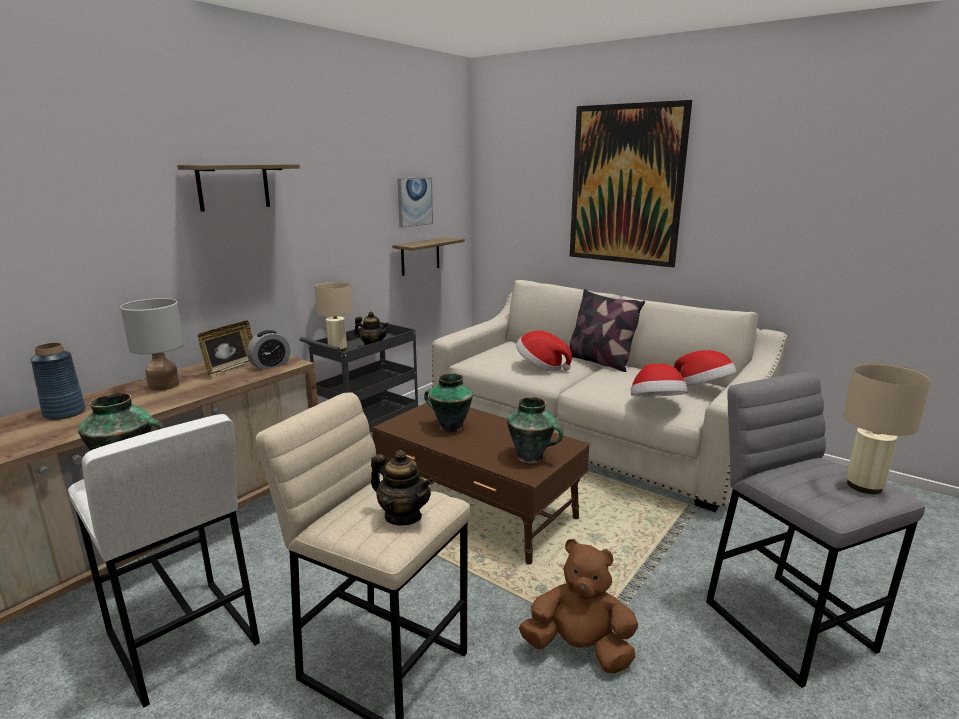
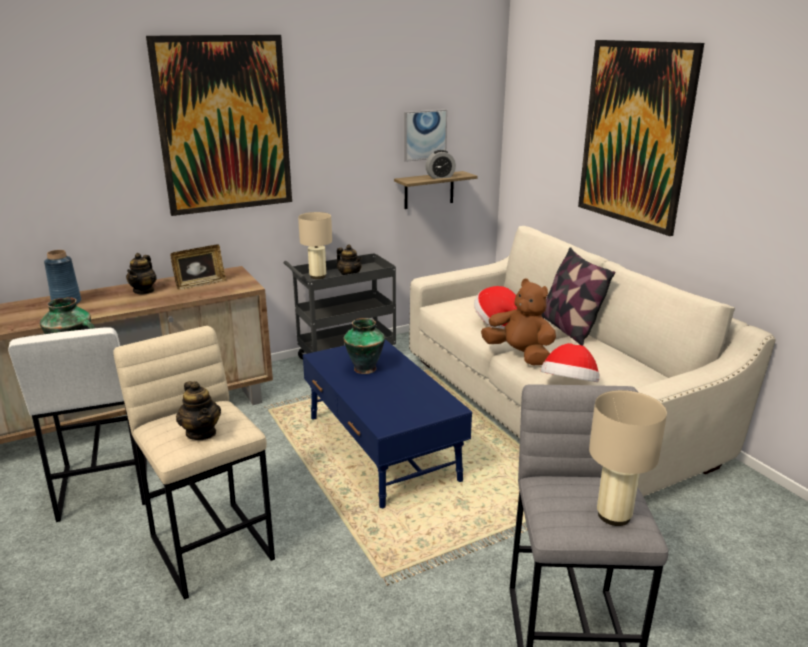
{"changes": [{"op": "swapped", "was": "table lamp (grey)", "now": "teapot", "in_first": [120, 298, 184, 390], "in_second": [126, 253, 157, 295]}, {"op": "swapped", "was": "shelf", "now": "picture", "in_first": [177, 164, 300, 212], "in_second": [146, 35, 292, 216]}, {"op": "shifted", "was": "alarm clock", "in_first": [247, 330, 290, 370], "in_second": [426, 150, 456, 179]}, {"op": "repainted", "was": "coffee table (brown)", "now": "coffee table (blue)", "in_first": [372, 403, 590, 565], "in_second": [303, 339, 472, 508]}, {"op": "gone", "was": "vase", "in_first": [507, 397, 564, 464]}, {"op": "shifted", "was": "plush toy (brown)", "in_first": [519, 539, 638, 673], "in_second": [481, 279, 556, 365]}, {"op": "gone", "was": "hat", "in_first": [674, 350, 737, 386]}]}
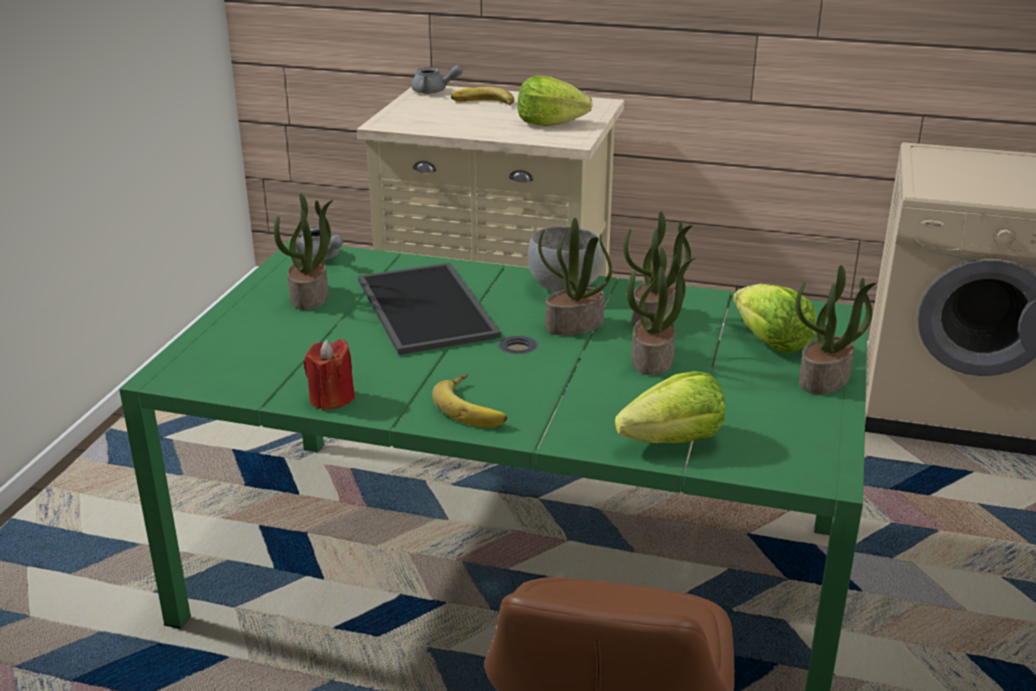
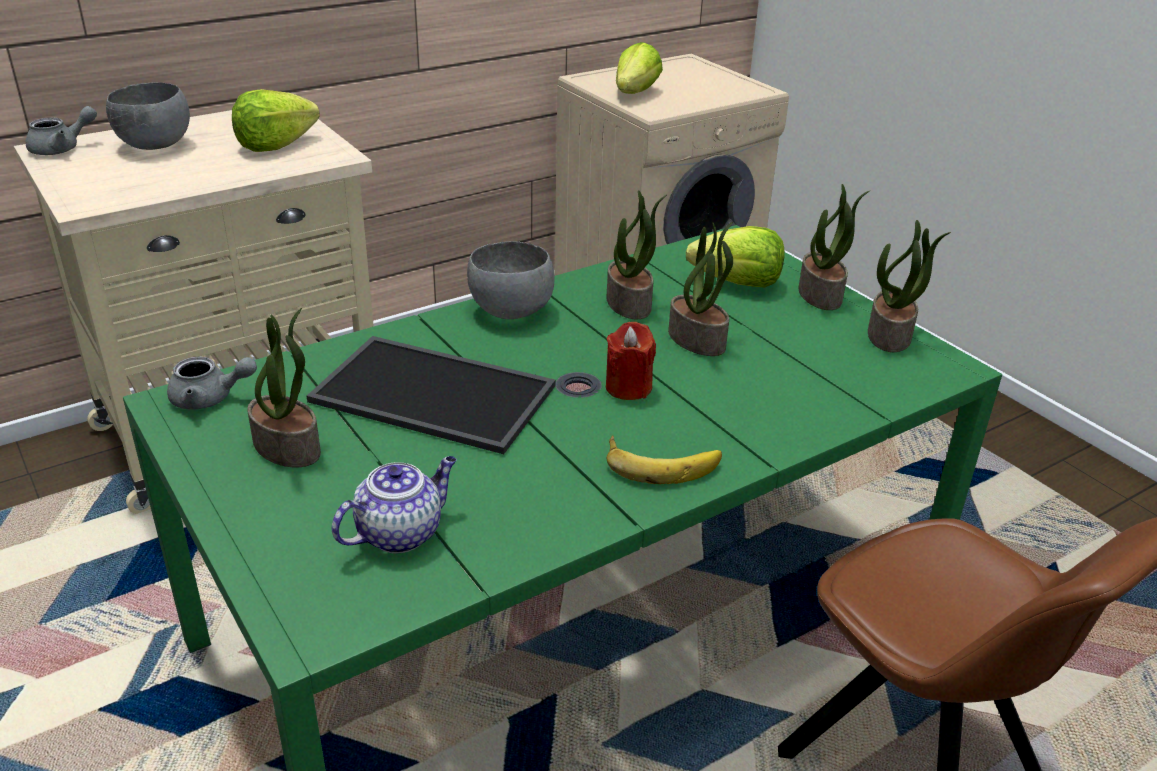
{"changes": [{"op": "shifted", "was": "candle (red)", "in_first": [304, 339, 355, 410], "in_second": [606, 322, 656, 400]}, {"op": "swapped", "was": "banana", "now": "bowl (grey)", "in_first": [451, 87, 514, 105], "in_second": [106, 82, 190, 150]}, {"op": "shifted", "was": "potted plant", "in_first": [538, 218, 612, 335], "in_second": [868, 220, 951, 352]}, {"op": "shifted", "was": "lettuce", "in_first": [615, 371, 725, 443], "in_second": [616, 42, 663, 94]}, {"op": "new", "now": "teapot", "in_second": [332, 456, 457, 554]}]}
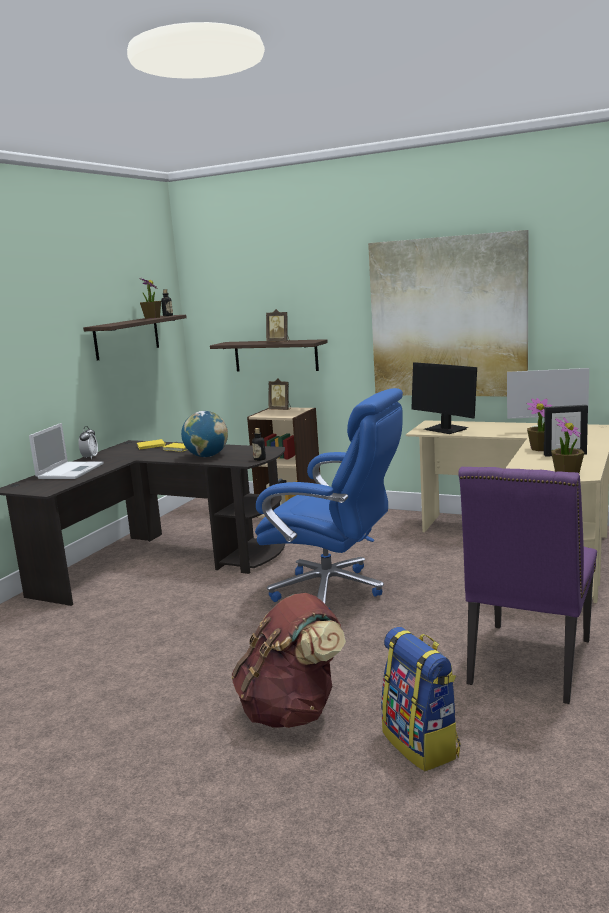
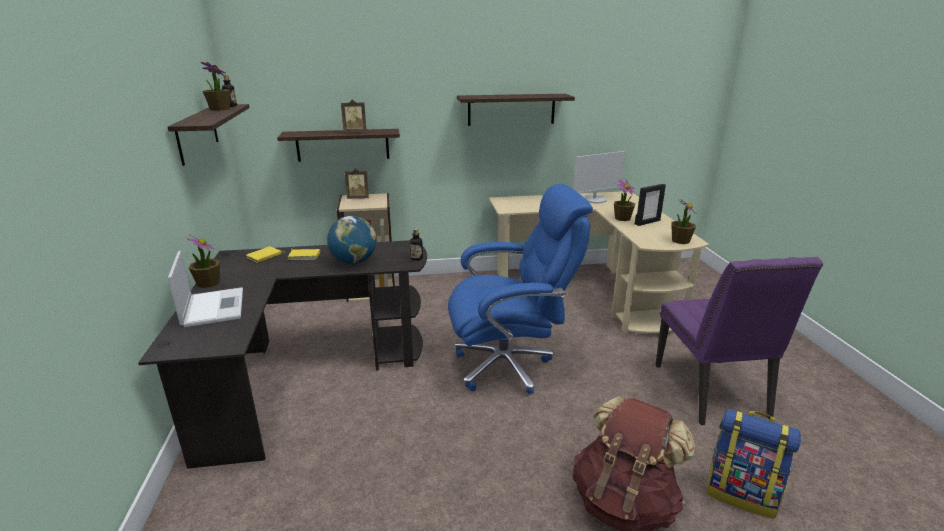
{"changes": [{"op": "swapped", "was": "alarm clock", "now": "potted plant", "in_first": [78, 426, 98, 459], "in_second": [185, 235, 220, 288]}, {"op": "swapped", "was": "picture", "now": "shelf", "in_first": [368, 230, 529, 397], "in_second": [457, 94, 575, 126]}, {"op": "gone", "was": "monitor", "in_first": [411, 362, 477, 434]}]}
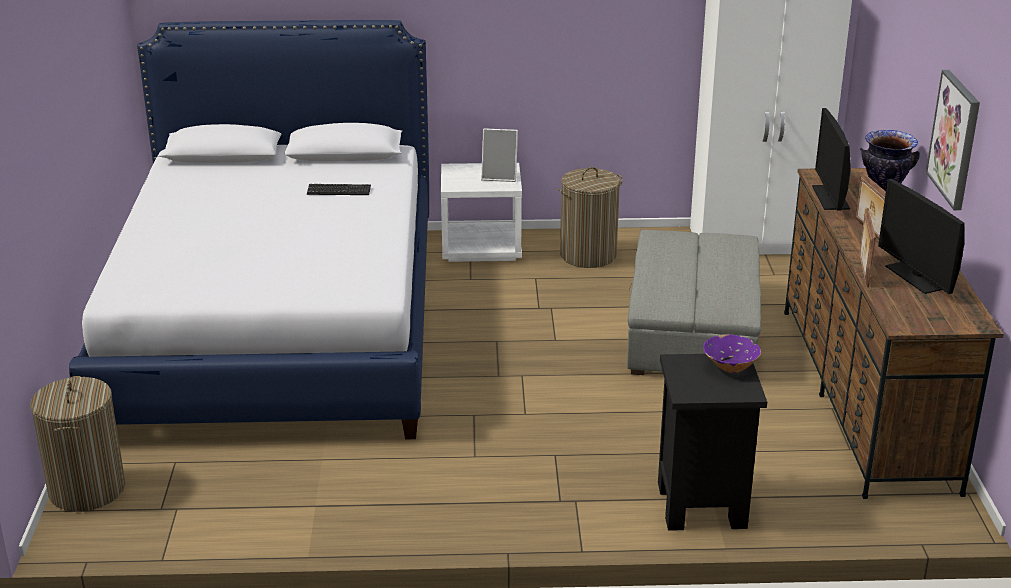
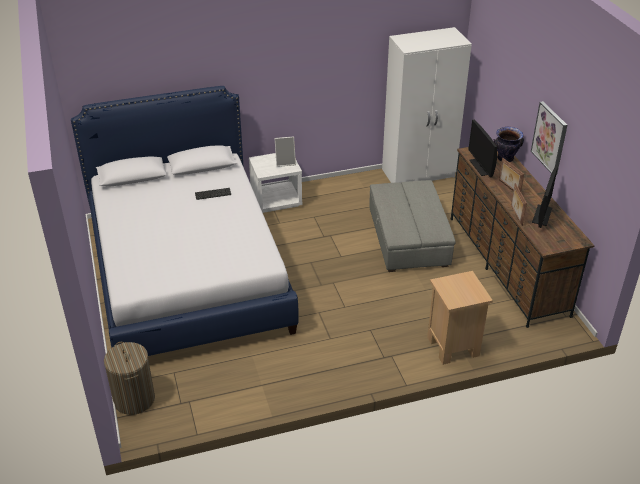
{"changes": [{"op": "gone", "was": "laundry basket", "in_first": [557, 167, 623, 268]}, {"op": "repainted", "was": "nightstand (black)", "now": "nightstand (beige)", "in_first": [658, 354, 767, 531], "in_second": [427, 271, 493, 365]}, {"op": "gone", "was": "bowl (purple)", "in_first": [703, 334, 761, 373]}, {"op": "rotated", "was": "monitor", "in_first": [878, 179, 964, 294], "in_second": [532, 165, 558, 228], "clockwise": -120}]}
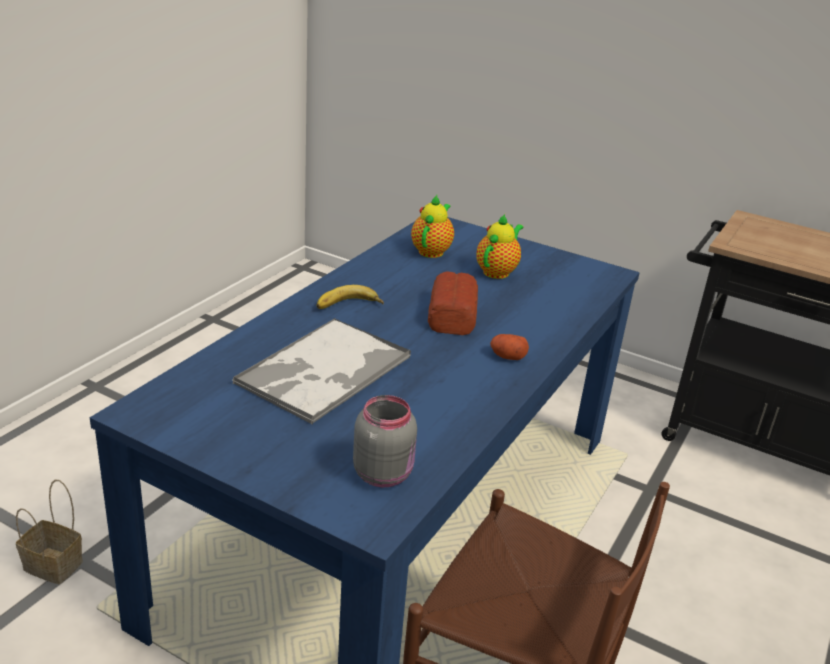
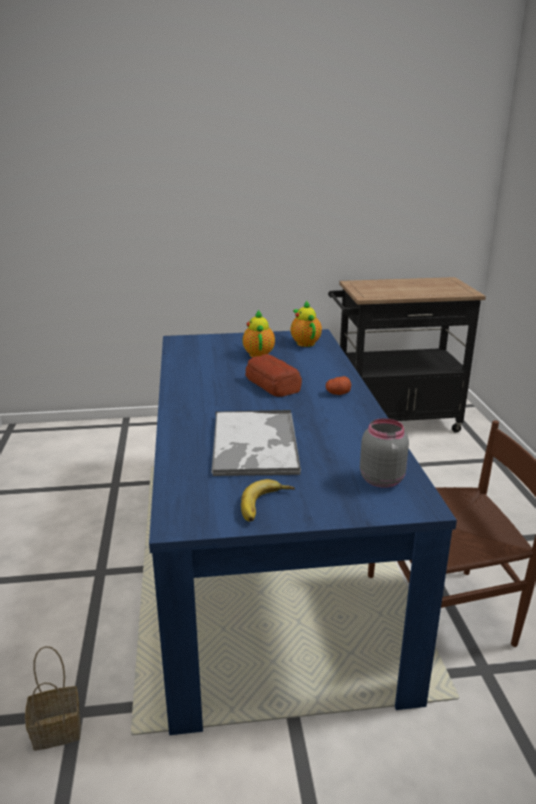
{"changes": [{"op": "shifted", "was": "banana", "in_first": [317, 285, 384, 309], "in_second": [241, 479, 295, 522]}, {"op": "shifted", "was": "teapot", "in_first": [411, 195, 454, 258], "in_second": [290, 300, 322, 347]}]}
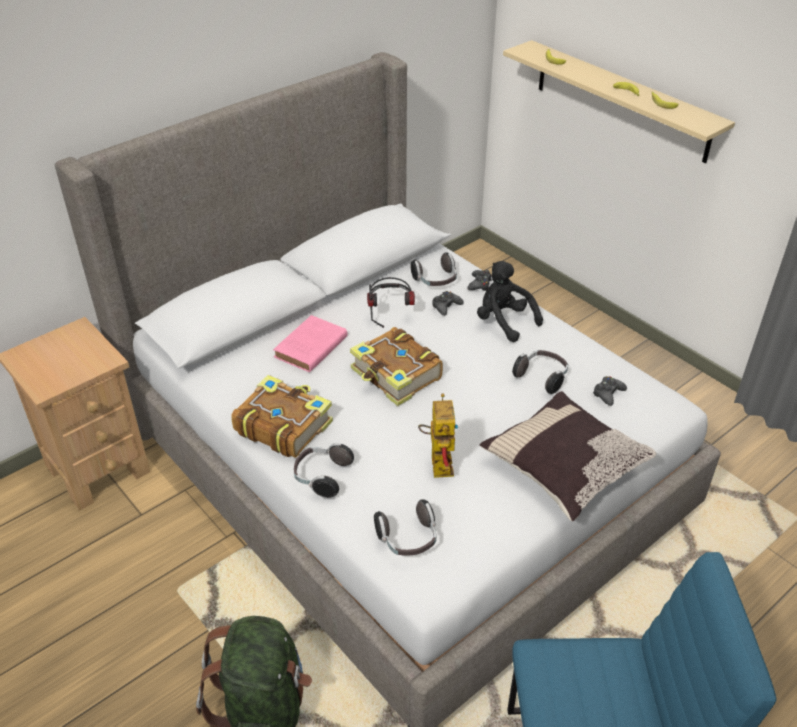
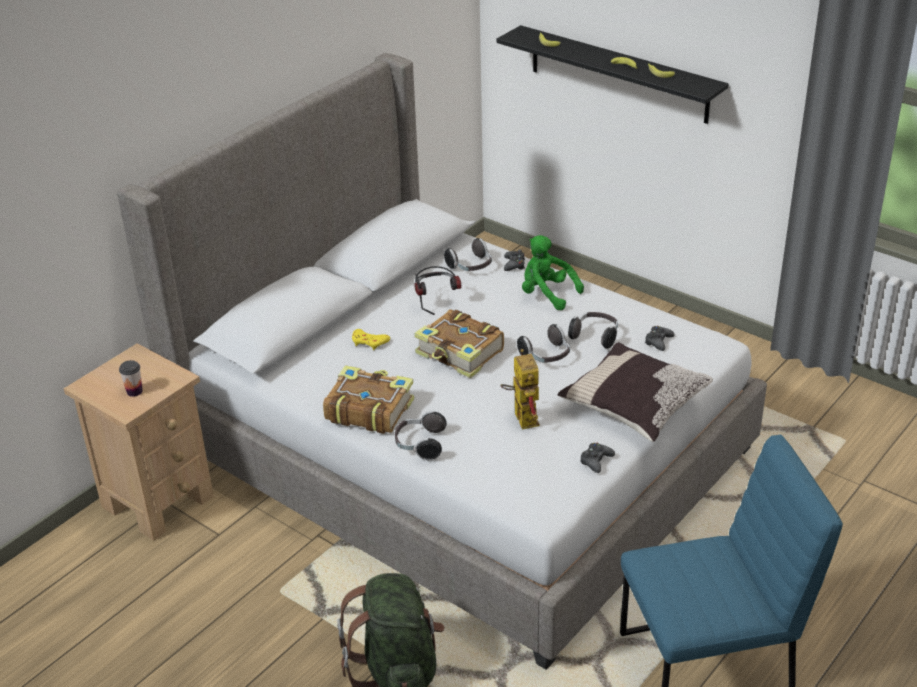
{"changes": [{"op": "swapped", "was": "book (pink)", "now": "game controller (yellow)", "in_first": [273, 315, 347, 372], "in_second": [352, 329, 390, 350]}, {"op": "shifted", "was": "headphones", "in_first": [374, 499, 436, 556], "in_second": [517, 324, 570, 362]}, {"op": "shifted", "was": "game controller (black)", "in_first": [432, 291, 464, 316], "in_second": [580, 443, 615, 473]}, {"op": "repainted", "was": "plush toy (black)", "now": "plush toy (green)", "in_first": [477, 261, 543, 342], "in_second": [522, 235, 584, 310]}, {"op": "repainted", "was": "shelf (beige)", "now": "shelf (black)", "in_first": [503, 40, 735, 163], "in_second": [496, 25, 728, 124]}, {"op": "new", "now": "cup", "in_second": [119, 360, 143, 397]}]}
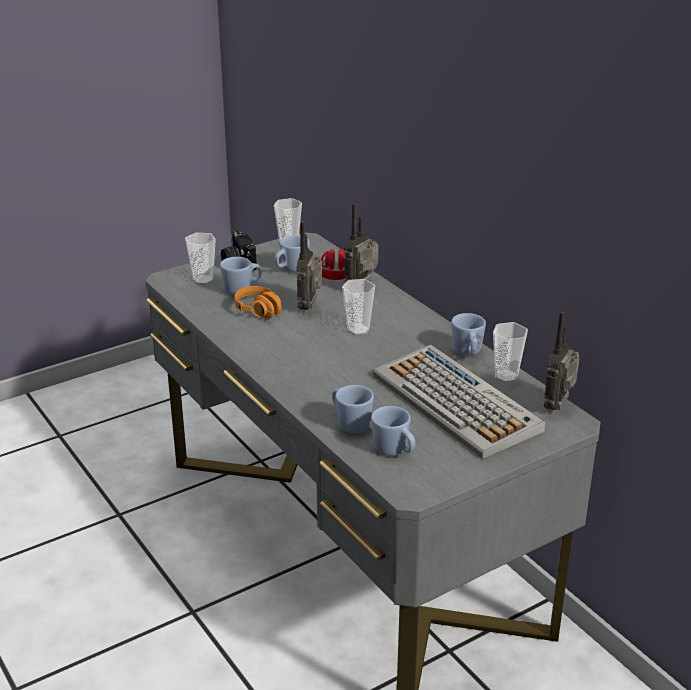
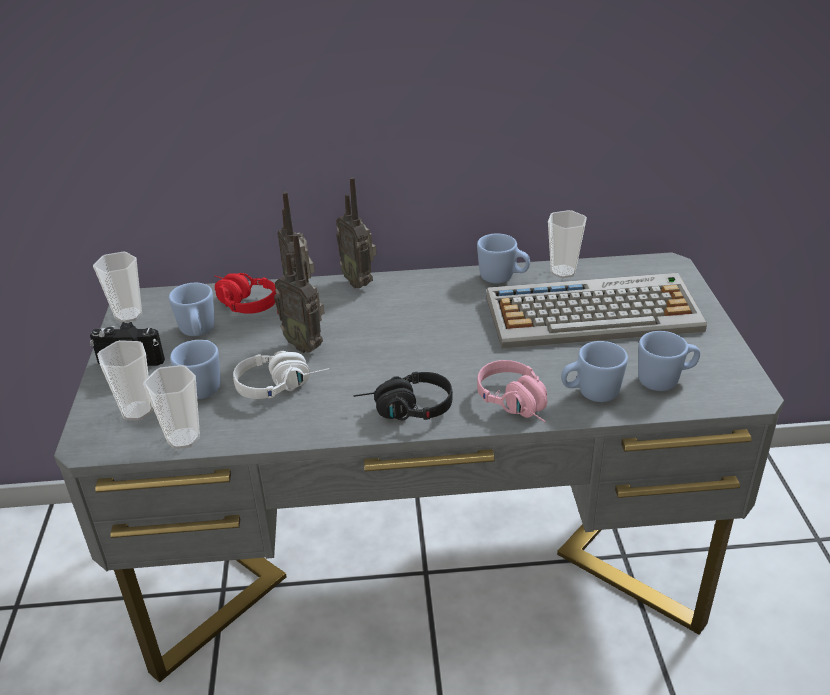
{"changes": [{"op": "repainted", "was": "headphones (orange)", "now": "headphones (white)", "in_first": [234, 286, 281, 319], "in_second": [233, 351, 330, 399]}, {"op": "shifted", "was": "cup", "in_first": [342, 279, 375, 335], "in_second": [143, 365, 200, 449]}, {"op": "shifted", "was": "radio", "in_first": [544, 312, 579, 411], "in_second": [336, 177, 377, 288]}, {"op": "new", "now": "headphones (black)", "in_second": [354, 372, 453, 420]}, {"op": "new", "now": "headphones (pink)", "in_second": [477, 360, 547, 422]}]}
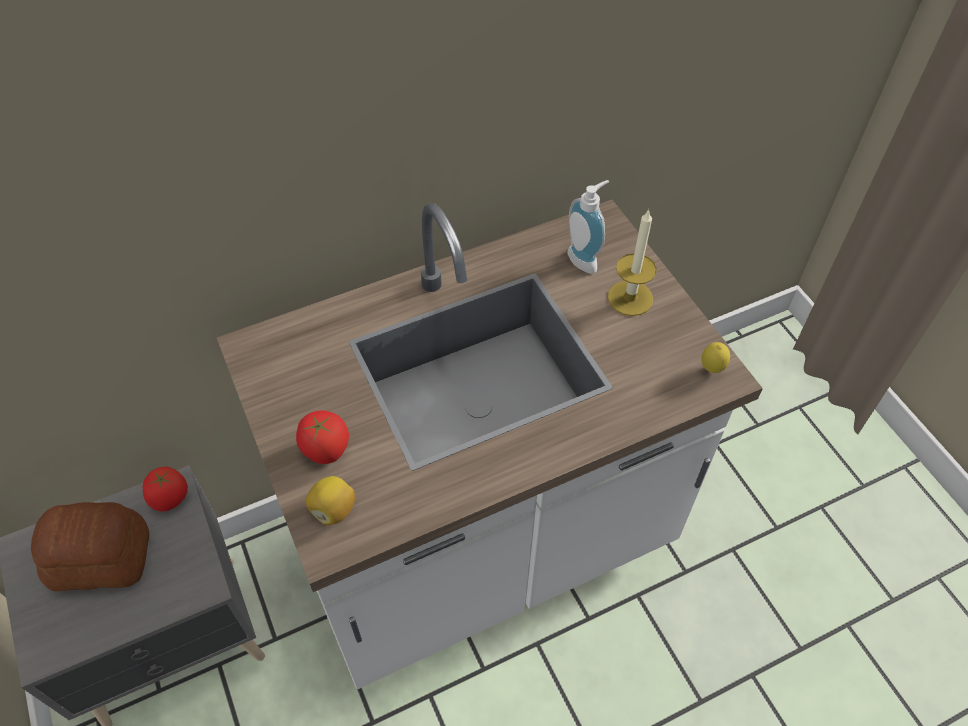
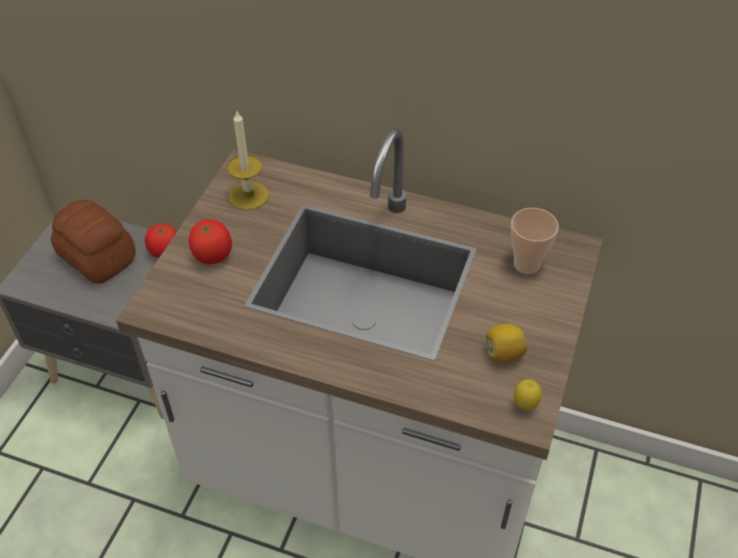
{"changes": [{"op": "shifted", "was": "lemon", "in_first": [306, 476, 355, 525], "in_second": [486, 324, 527, 362]}, {"op": "swapped", "was": "soap dispenser", "now": "cup", "in_first": [567, 180, 609, 274], "in_second": [511, 208, 559, 274]}, {"op": "shifted", "was": "candle", "in_first": [607, 209, 657, 316], "in_second": [227, 111, 269, 210]}]}
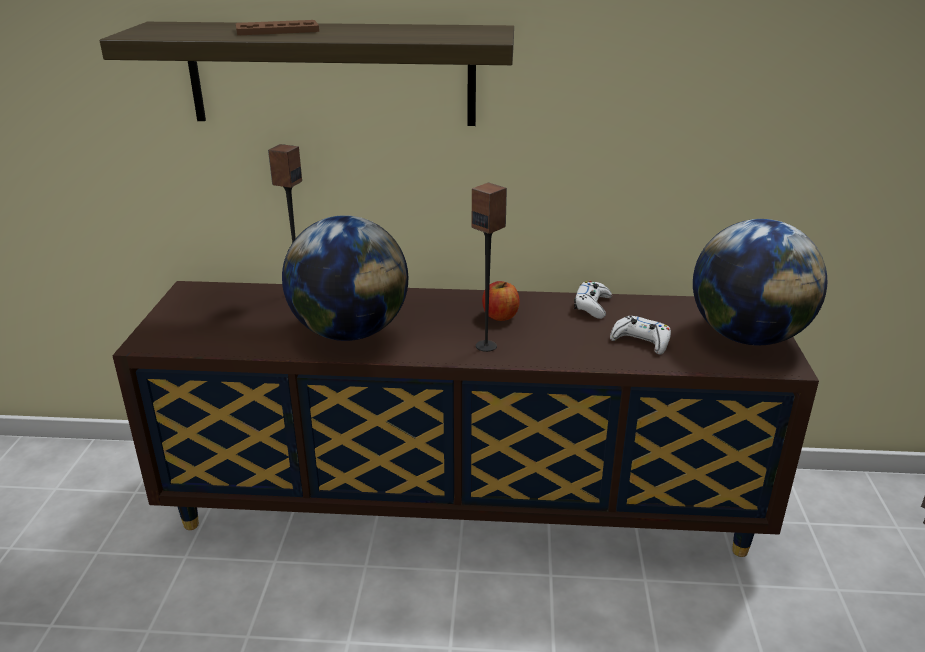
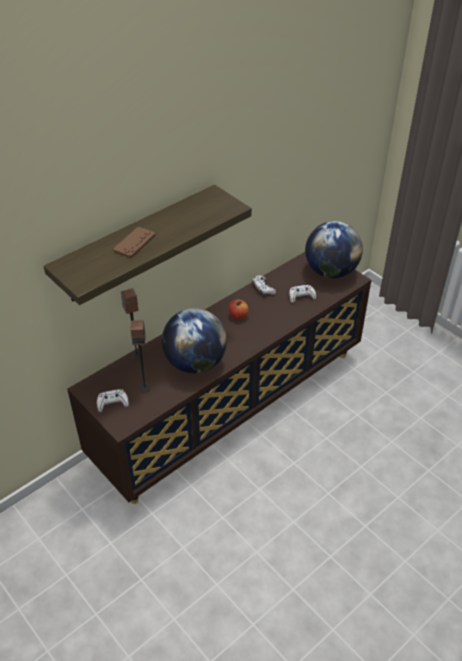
{"changes": [{"op": "shifted", "was": "speaker", "in_first": [472, 183, 507, 352], "in_second": [131, 320, 151, 392]}, {"op": "new", "now": "game controller (white)", "in_second": [97, 389, 129, 412]}]}
